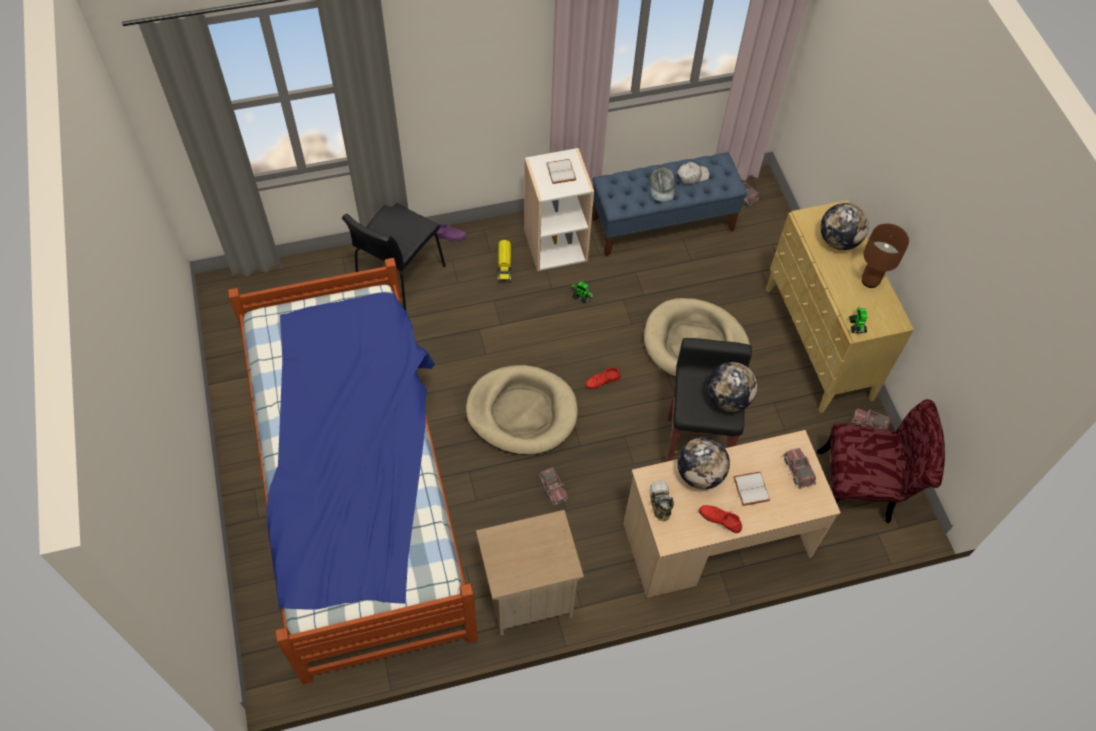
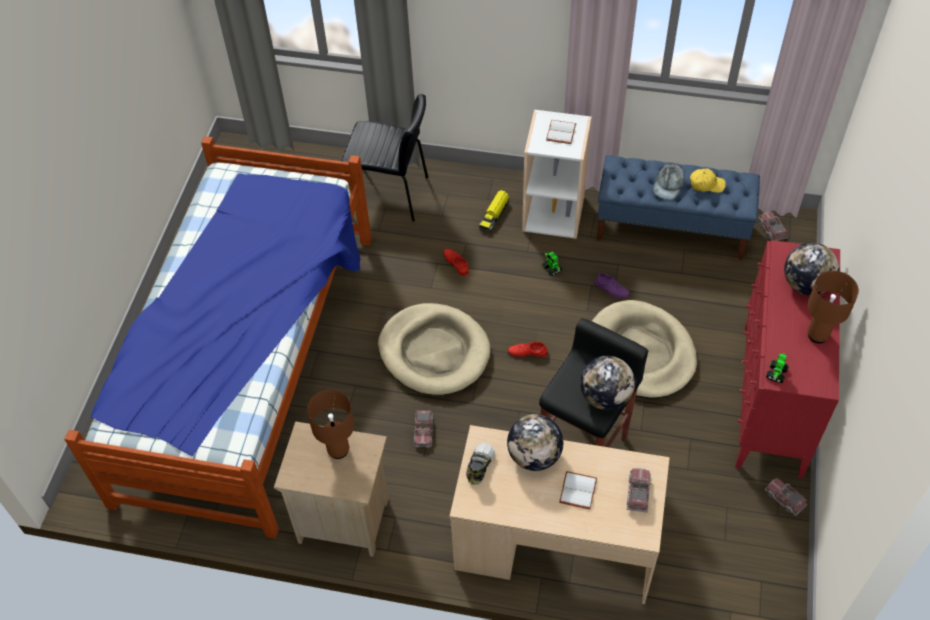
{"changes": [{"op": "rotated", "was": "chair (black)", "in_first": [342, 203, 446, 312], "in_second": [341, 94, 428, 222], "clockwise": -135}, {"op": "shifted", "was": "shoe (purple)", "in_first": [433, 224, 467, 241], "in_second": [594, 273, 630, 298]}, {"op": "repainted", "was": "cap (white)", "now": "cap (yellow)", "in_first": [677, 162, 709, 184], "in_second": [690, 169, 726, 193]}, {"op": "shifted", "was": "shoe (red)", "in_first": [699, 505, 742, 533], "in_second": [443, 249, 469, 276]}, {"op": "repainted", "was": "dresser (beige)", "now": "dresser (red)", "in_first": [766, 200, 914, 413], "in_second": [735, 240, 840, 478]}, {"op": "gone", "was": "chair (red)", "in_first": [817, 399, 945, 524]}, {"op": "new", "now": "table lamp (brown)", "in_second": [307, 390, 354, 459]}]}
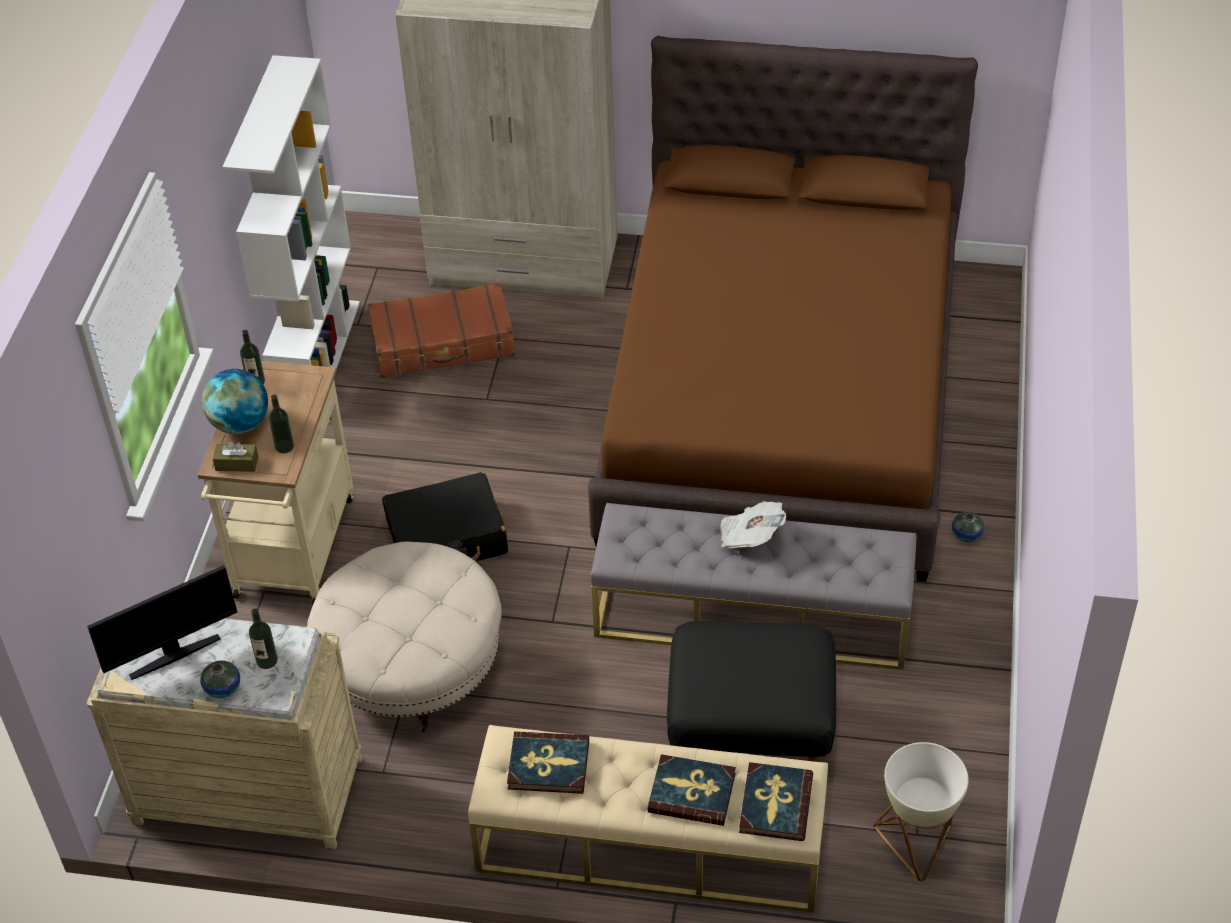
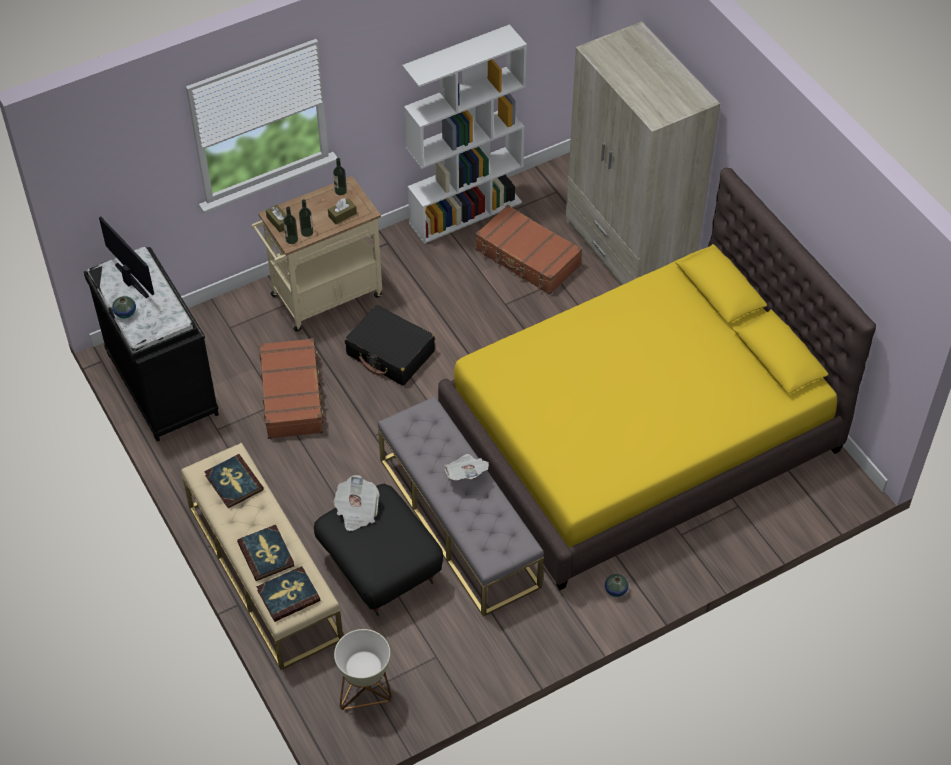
{"changes": [{"op": "rotated", "was": "monitor", "in_first": [87, 565, 237, 680], "in_second": [99, 217, 154, 298], "clockwise": -150}, {"op": "repainted", "was": "dresser (beige)", "now": "dresser (black)", "in_first": [87, 618, 362, 849], "in_second": [84, 247, 219, 442]}, {"op": "gone", "was": "globe", "in_first": [202, 369, 268, 434]}, {"op": "shifted", "was": "bottle", "in_first": [249, 608, 278, 669], "in_second": [283, 207, 298, 244]}, {"op": "swapped", "was": "ottoman (beige)", "now": "suitcase (brown)", "in_first": [307, 542, 502, 732], "in_second": [259, 338, 327, 439]}, {"op": "repainted", "was": "bed (brown)", "now": "bed (yellow)", "in_first": [588, 36, 978, 582], "in_second": [438, 168, 876, 590]}, {"op": "new", "now": "tissue box (brown)", "in_second": [328, 198, 357, 224]}, {"op": "new", "now": "newspaper", "in_second": [333, 475, 380, 531]}]}
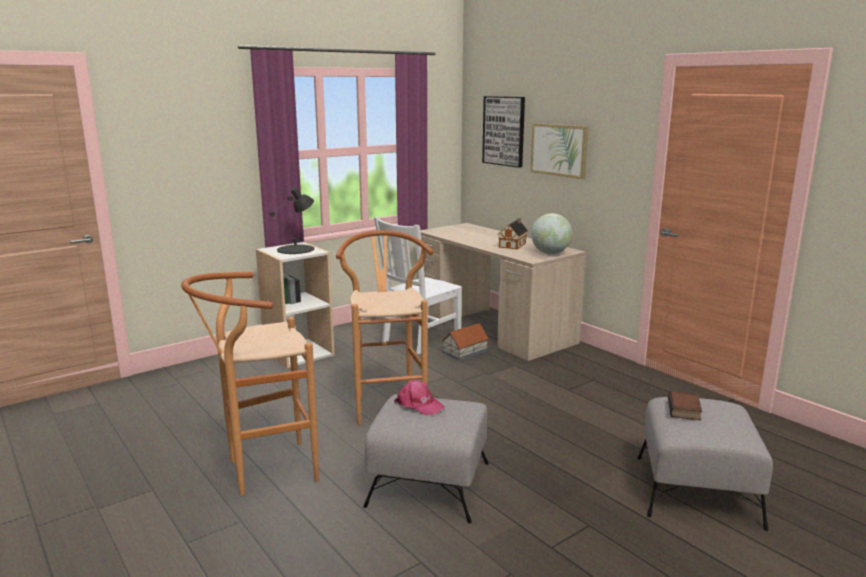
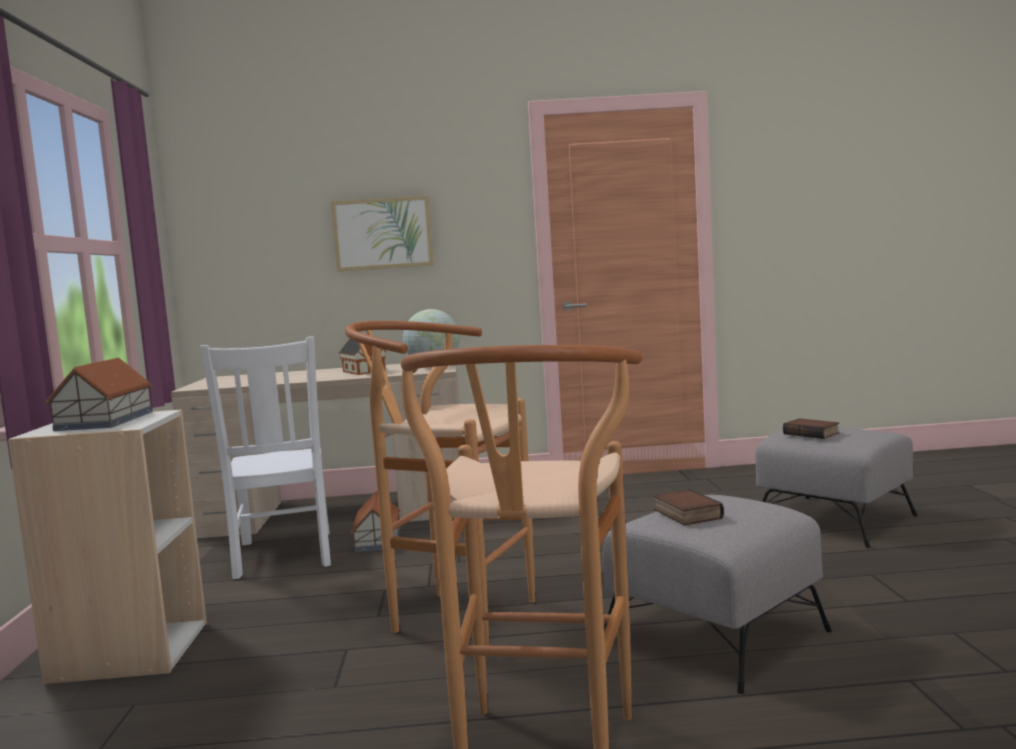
{"changes": [{"op": "swapped", "was": "table lamp (black)", "now": "toy house", "in_first": [269, 187, 314, 254], "in_second": [45, 358, 153, 431]}, {"op": "swapped", "was": "cap (pink)", "now": "book", "in_first": [394, 380, 445, 416], "in_second": [653, 489, 724, 525]}, {"op": "gone", "was": "picture", "in_first": [482, 96, 525, 168]}]}
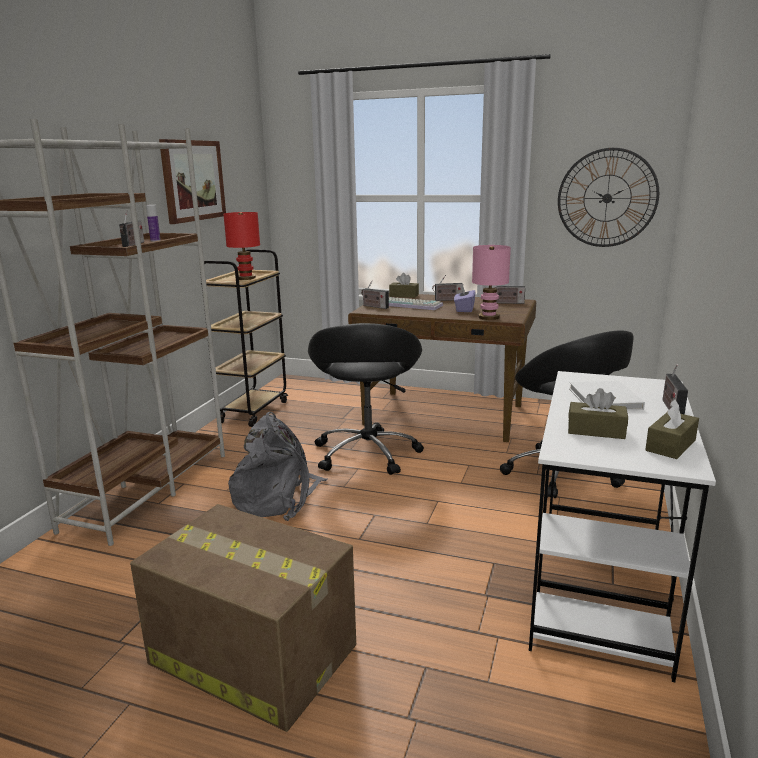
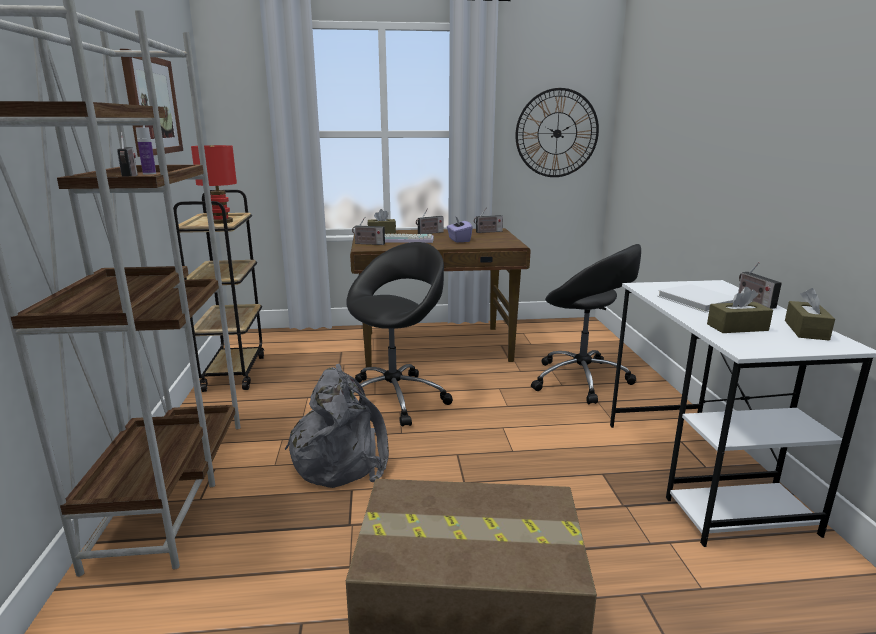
{"changes": [{"op": "rotated", "was": "office chair (black)", "in_first": [308, 323, 424, 475], "in_second": [346, 242, 453, 426], "clockwise": -105}, {"op": "gone", "was": "table lamp (pink)", "in_first": [472, 245, 511, 320]}]}
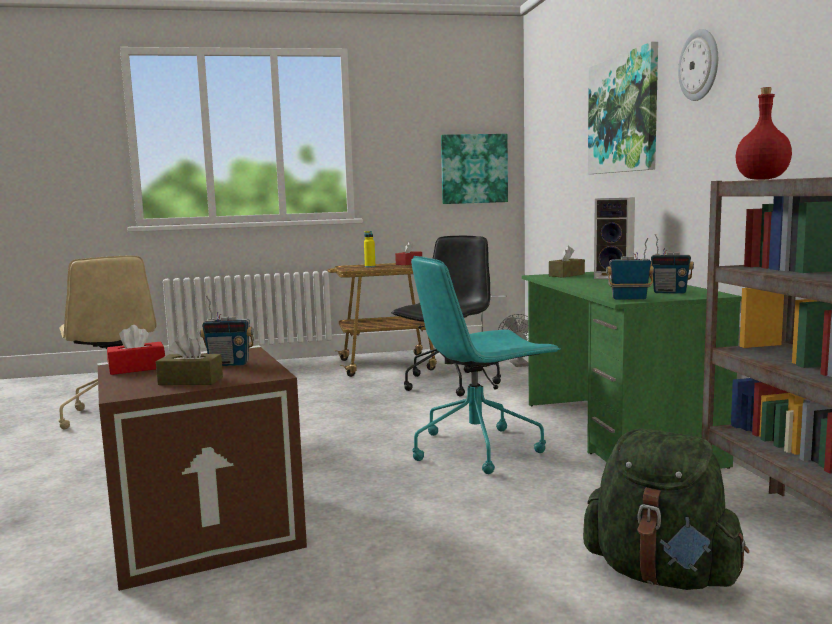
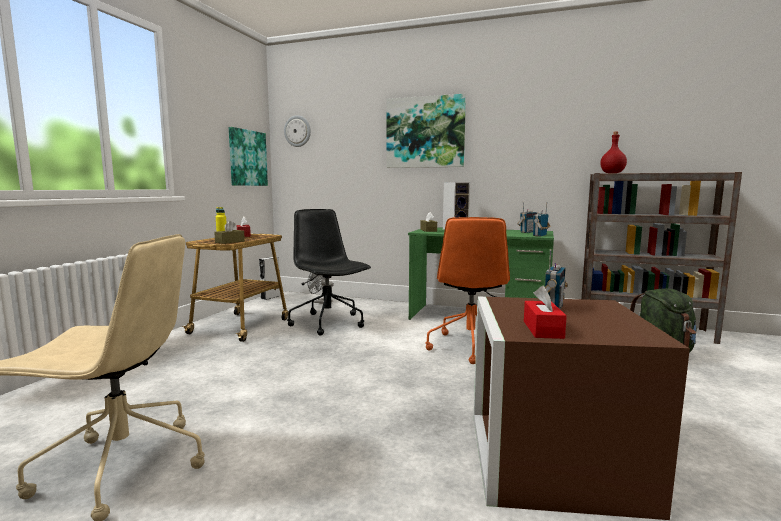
{"changes": [{"op": "shifted", "was": "tissue box (brown)", "in_first": [156, 335, 223, 385], "in_second": [214, 221, 245, 244]}, {"op": "repainted", "was": "office chair (turquoise)", "now": "office chair (orange)", "in_first": [411, 256, 561, 474], "in_second": [425, 217, 510, 364]}, {"op": "shifted", "was": "wall clock", "in_first": [678, 29, 718, 101], "in_second": [284, 115, 311, 147]}]}
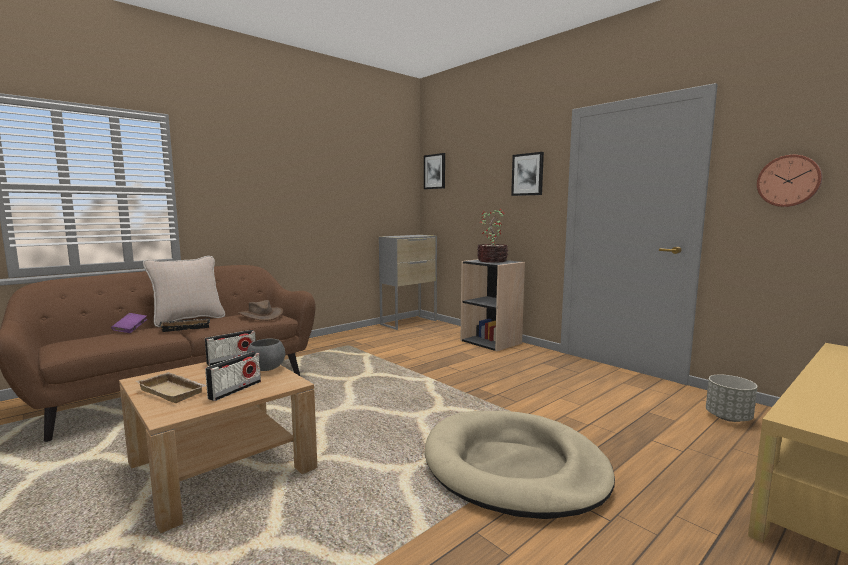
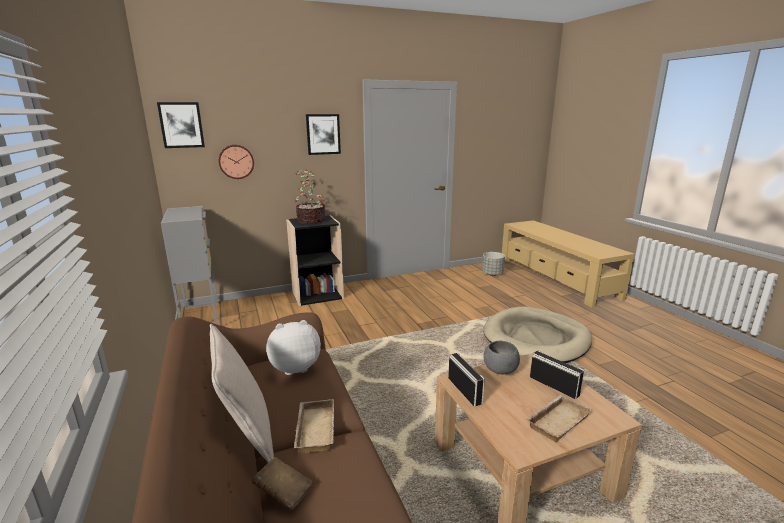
{"changes": [{"op": "repainted", "was": "book (purple)", "now": "book (brown)", "in_first": [111, 313, 147, 333], "in_second": [252, 457, 313, 511]}, {"op": "repainted", "was": "tray (black)", "now": "tray (beige)", "in_first": [159, 318, 210, 332], "in_second": [294, 399, 334, 453]}, {"op": "swapped", "was": "hat (brown)", "now": "plush toy", "in_first": [238, 300, 283, 321], "in_second": [266, 320, 321, 375]}, {"op": "shifted", "was": "wall clock", "in_first": [757, 155, 822, 207], "in_second": [218, 145, 254, 179]}]}
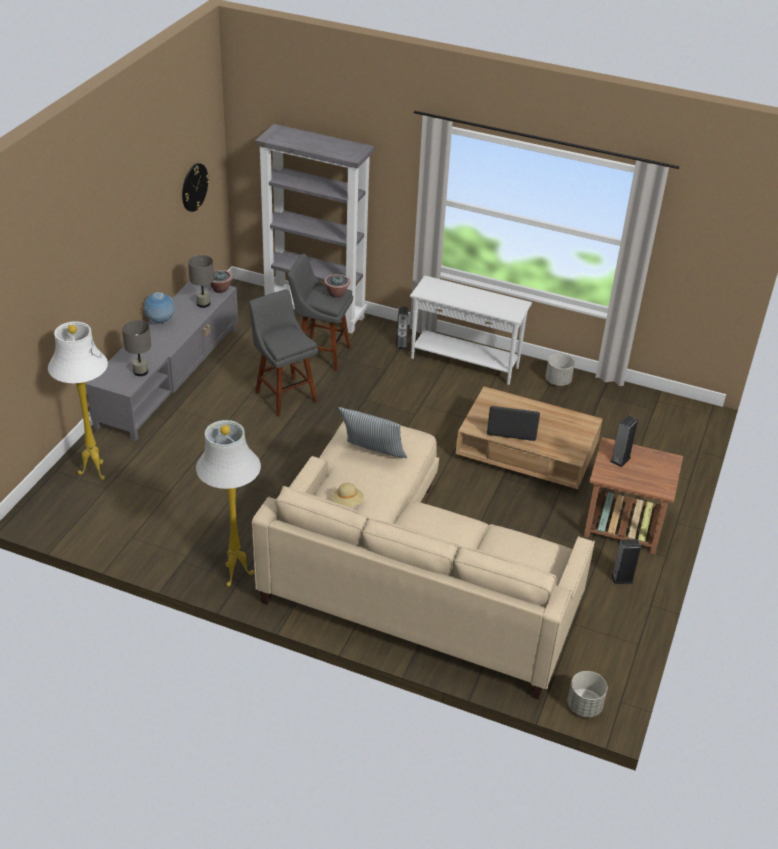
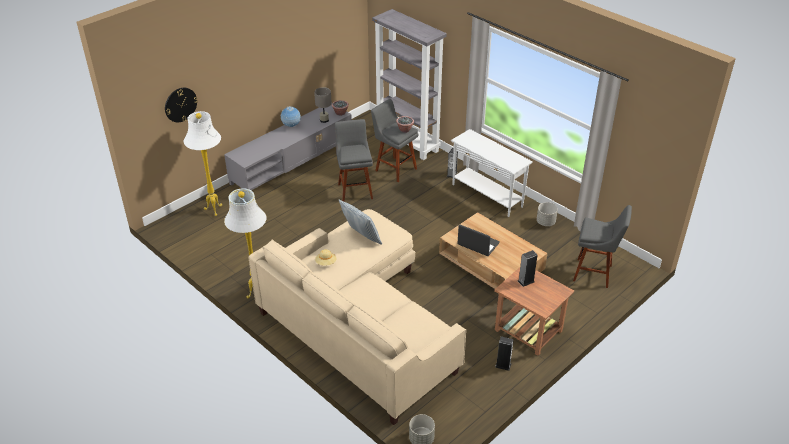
{"changes": [{"op": "gone", "was": "table lamp (grey)", "in_first": [122, 320, 151, 376]}, {"op": "shifted", "was": "wall clock", "in_first": [182, 163, 210, 212], "in_second": [165, 88, 198, 122]}, {"op": "new", "now": "stool (grey)", "in_second": [573, 205, 632, 288]}]}
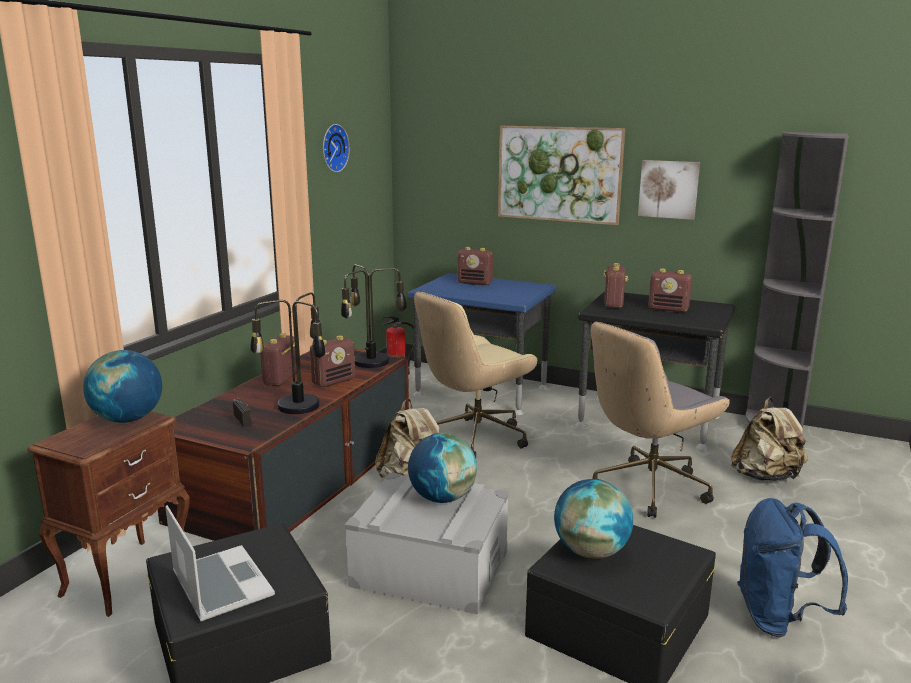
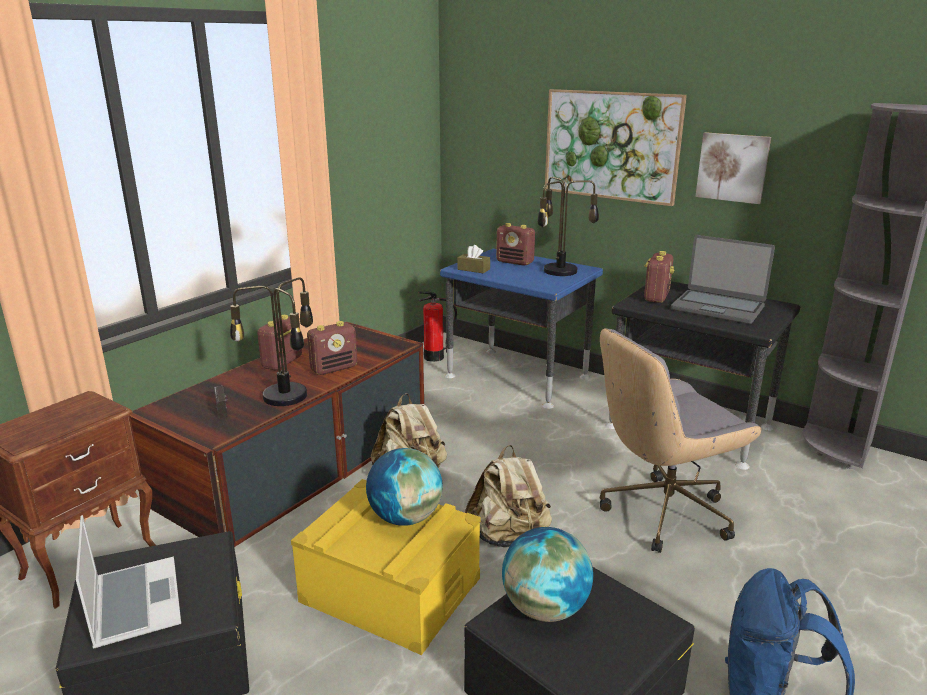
{"changes": [{"op": "gone", "was": "globe", "in_first": [83, 350, 162, 423]}, {"op": "gone", "was": "wall clock", "in_first": [323, 124, 350, 172]}, {"op": "shifted", "was": "table lamp", "in_first": [341, 264, 407, 368], "in_second": [538, 177, 599, 276]}, {"op": "repainted", "was": "storage box (grey)", "now": "storage box (yellow)", "in_first": [345, 472, 509, 614], "in_second": [291, 479, 481, 655]}, {"op": "gone", "was": "office chair (beige)", "in_first": [414, 292, 537, 458]}, {"op": "swapped", "was": "radio", "now": "laptop", "in_first": [648, 268, 692, 313], "in_second": [671, 235, 775, 324]}, {"op": "shifted", "was": "backpack (beige)", "in_first": [731, 397, 808, 481], "in_second": [465, 445, 552, 548]}, {"op": "new", "now": "tissue box (brown)", "in_second": [457, 245, 490, 273]}]}
